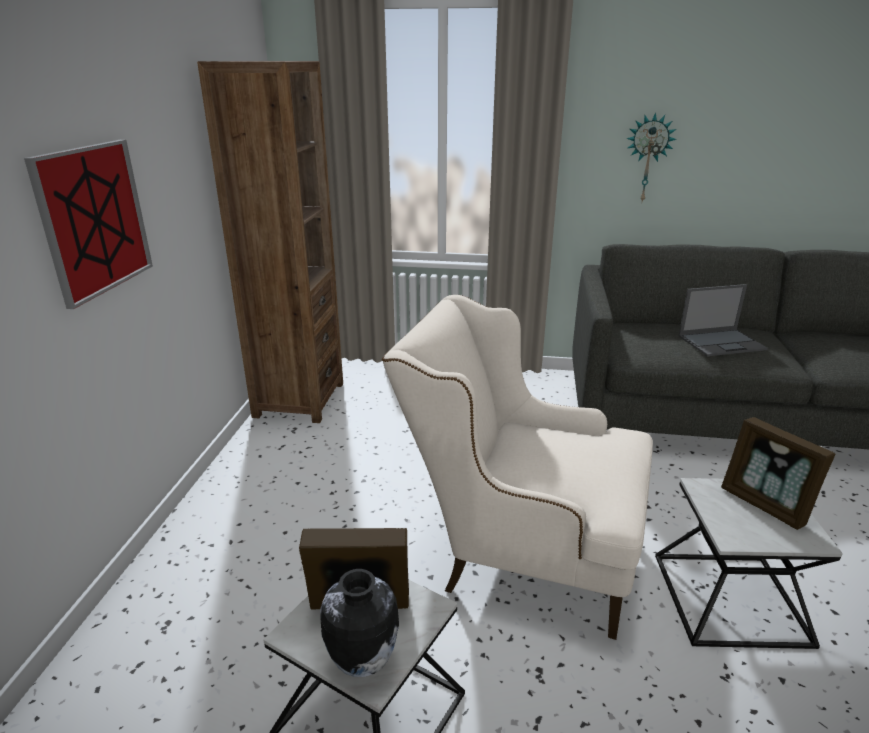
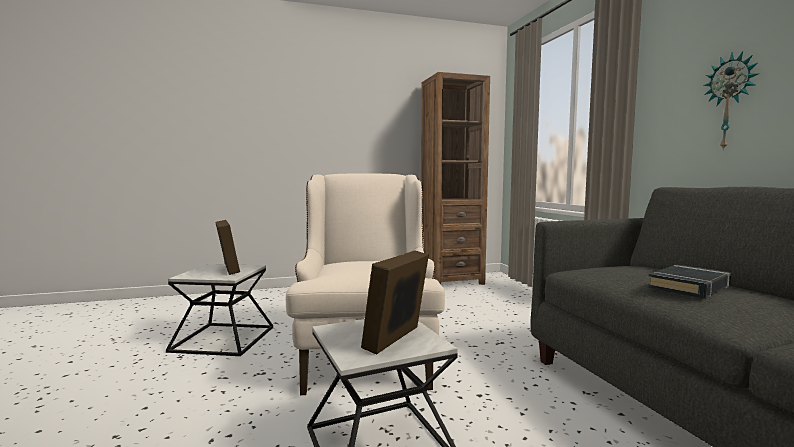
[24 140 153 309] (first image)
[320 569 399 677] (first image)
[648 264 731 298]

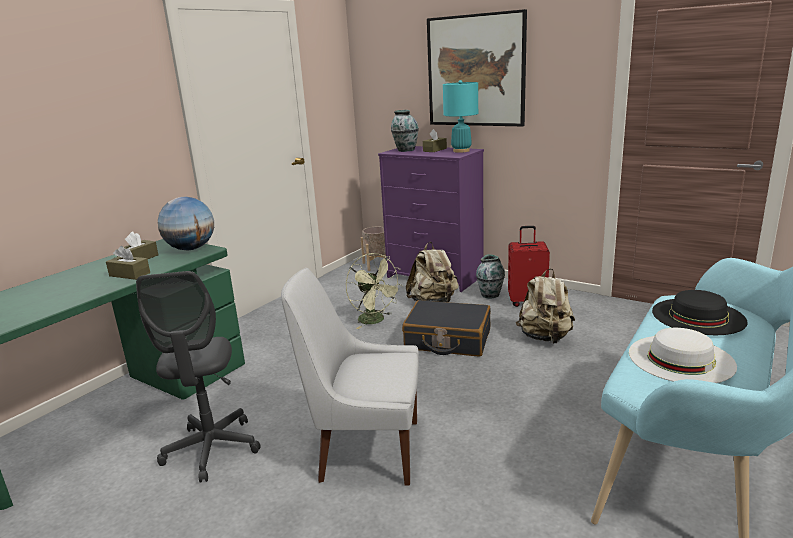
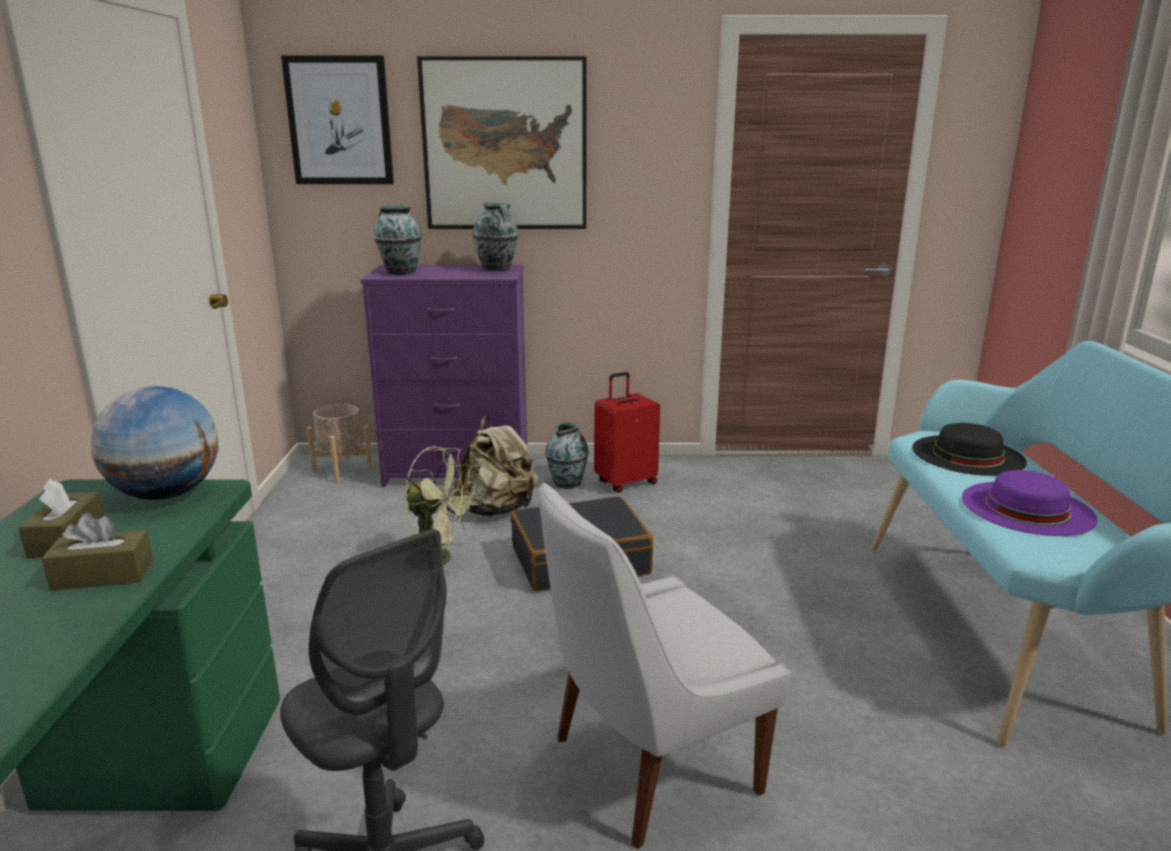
[423 129 447 152] (first image)
[473 203 519 271]
[516 268 575 344] (first image)
[962 470 1097 536]
[281 56 394 184]

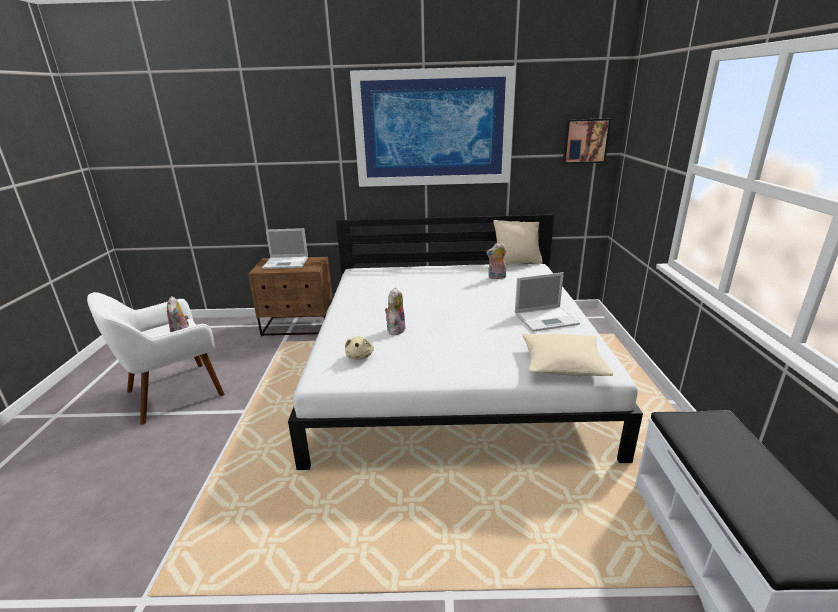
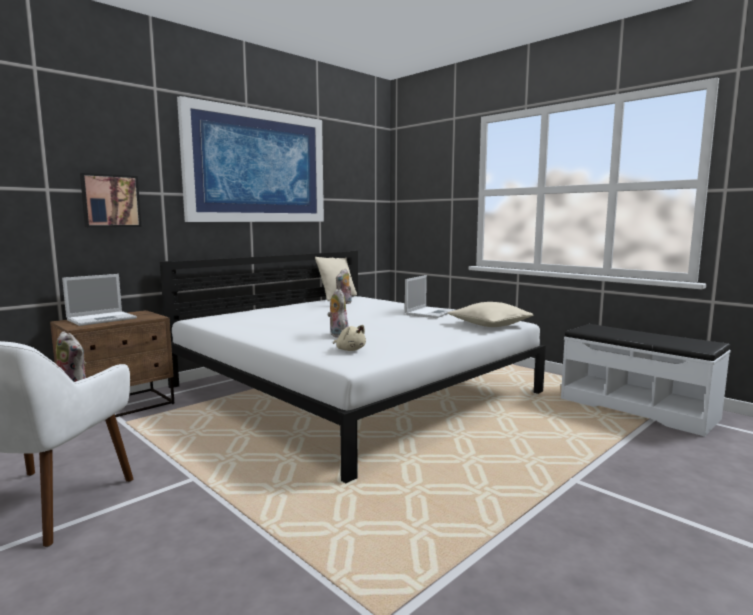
[80 173 142 227]

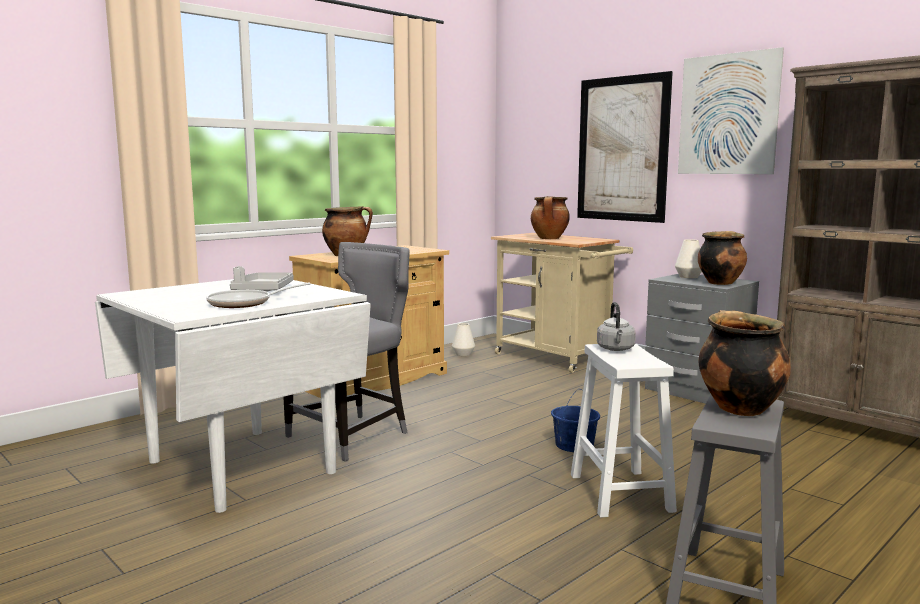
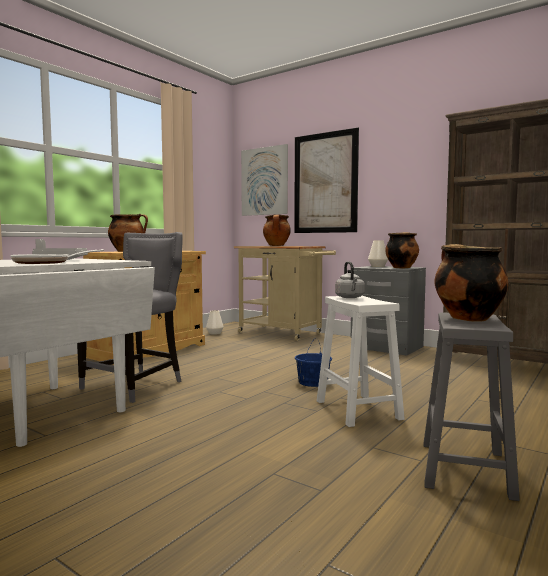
[241 144 288 216]

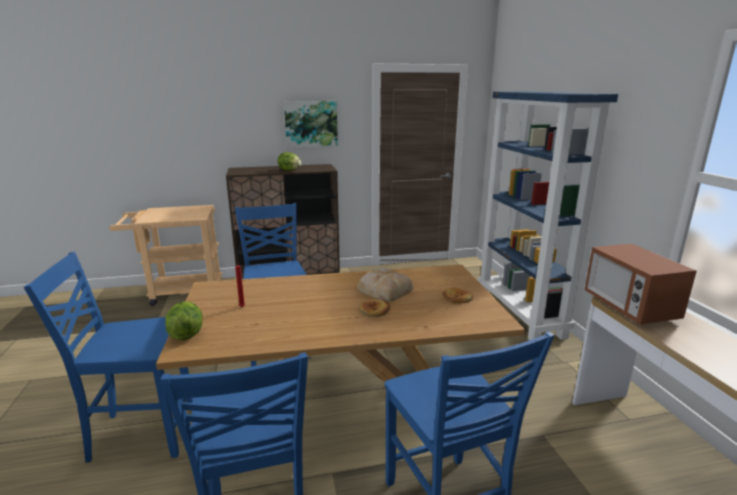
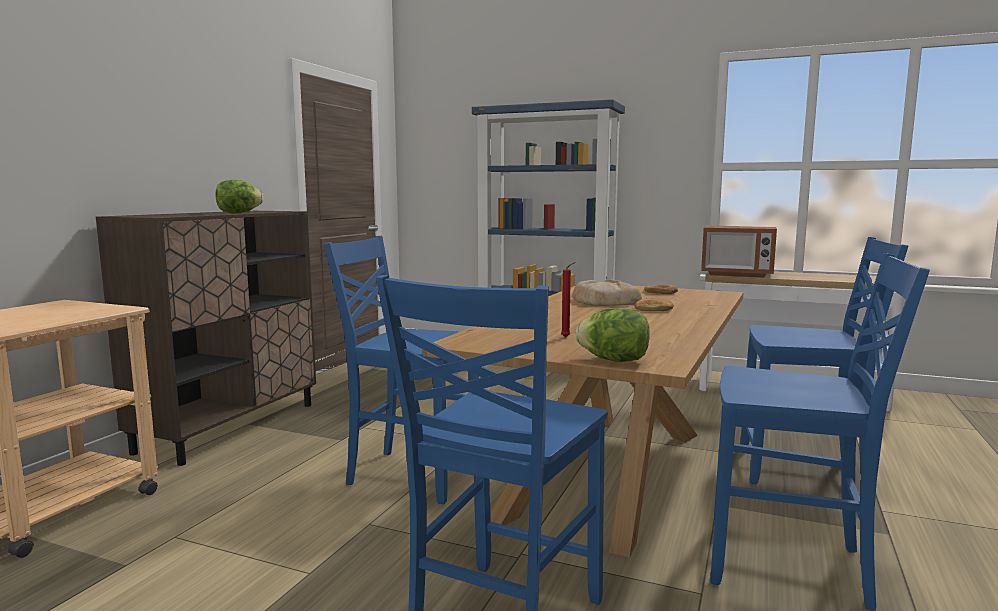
[284 101 338 148] (first image)

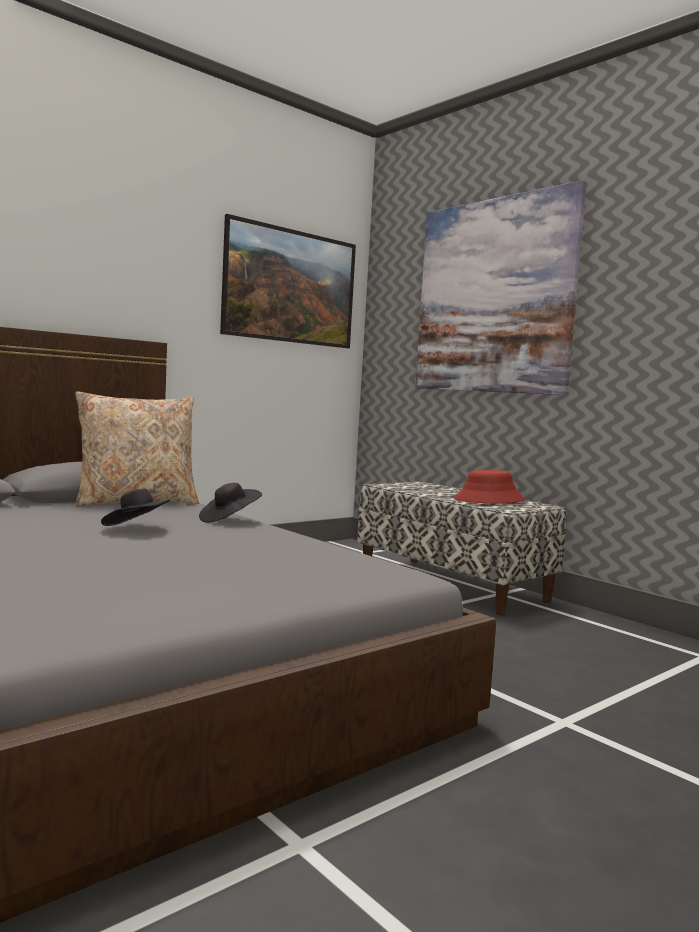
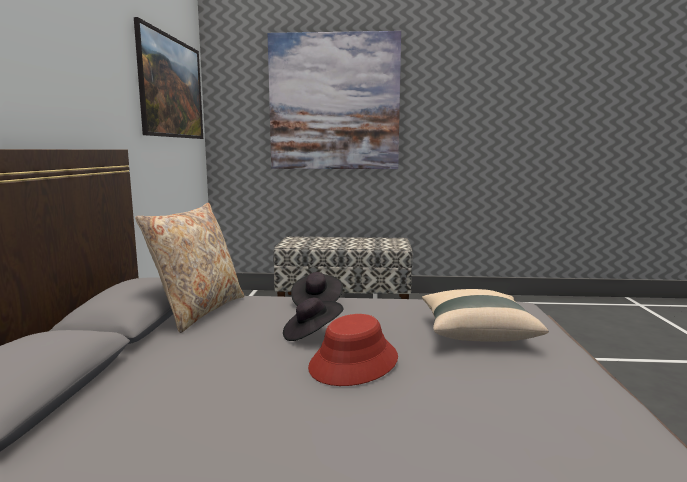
[308 314 398 386]
[422 289 549 342]

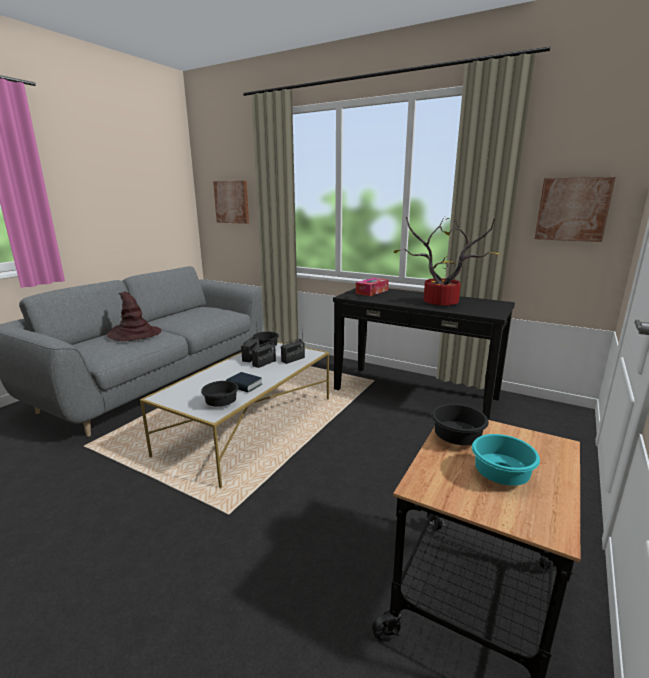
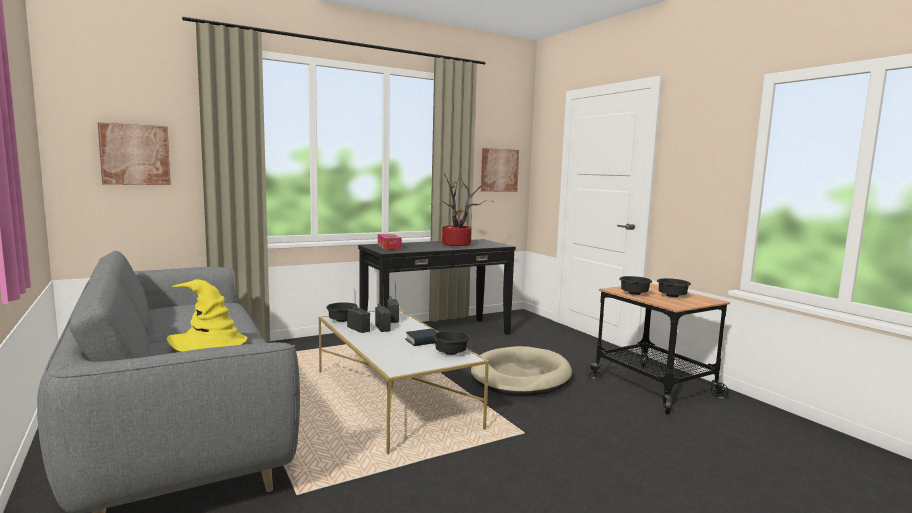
[167 279 247 352]
[657 278 691 297]
[471 346 572 396]

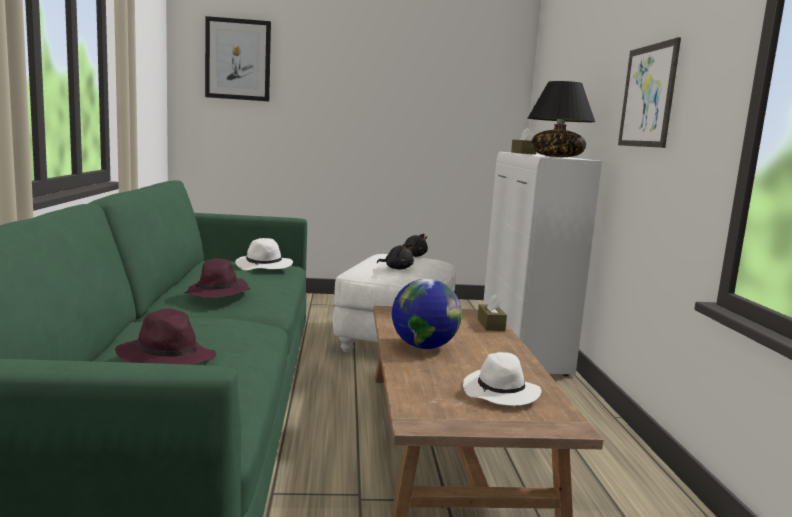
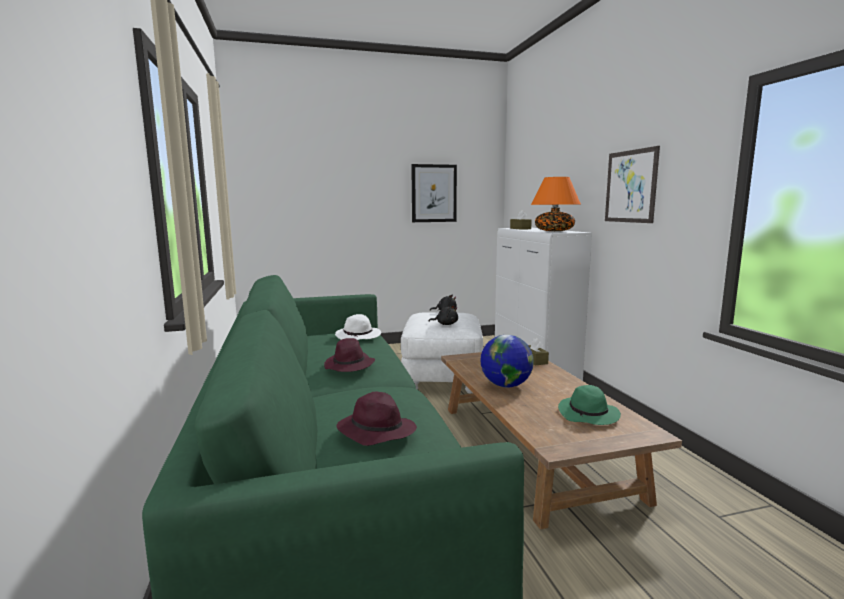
[411 164 457 222]
[558 385 621 425]
[531 177 581 231]

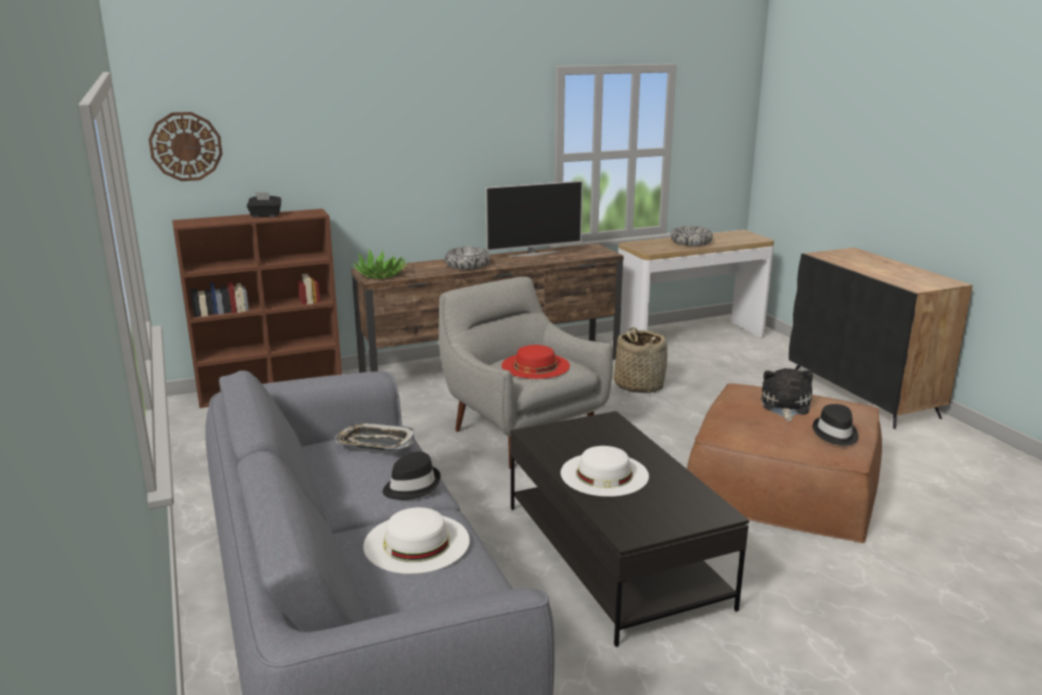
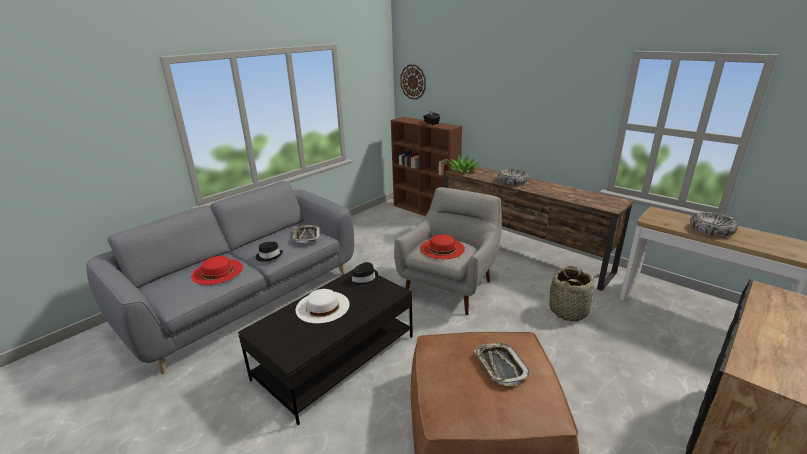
[191 256 243 285]
[485 180 583 257] (first image)
[474 343 531 386]
[348 262 378 287]

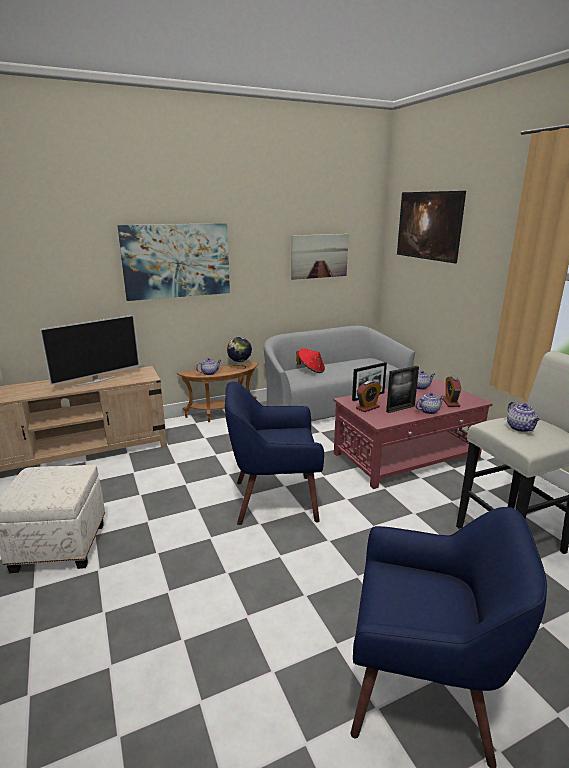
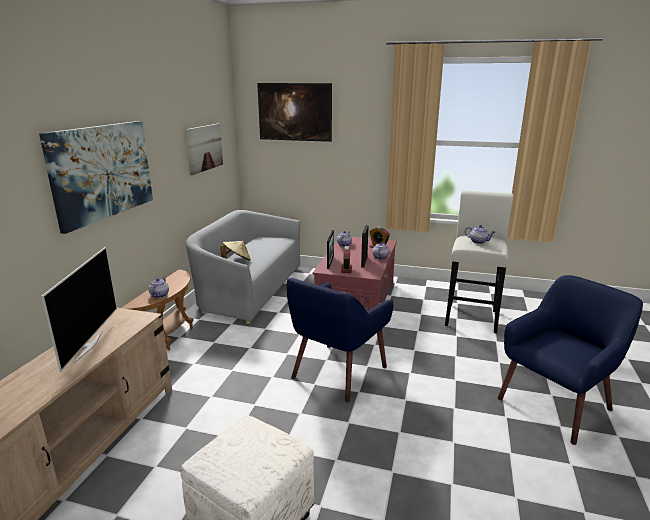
[227 337 252 369] (first image)
[220 241 251 261]

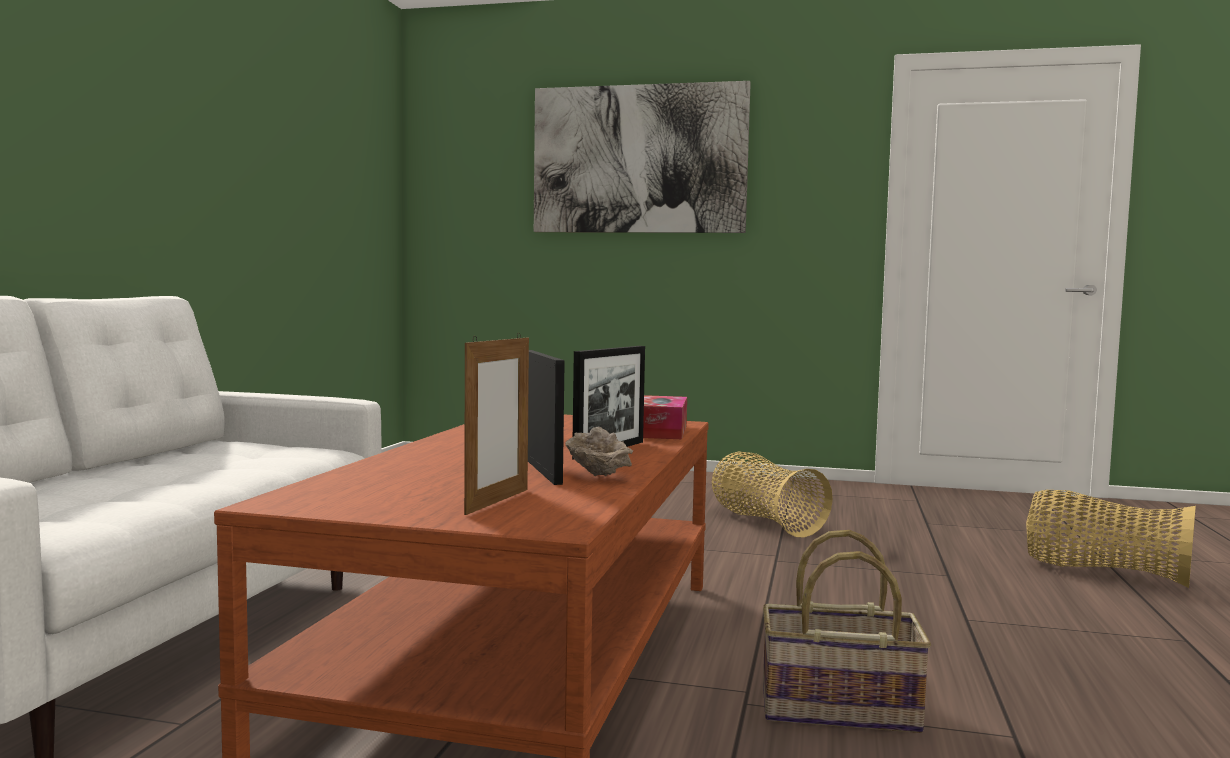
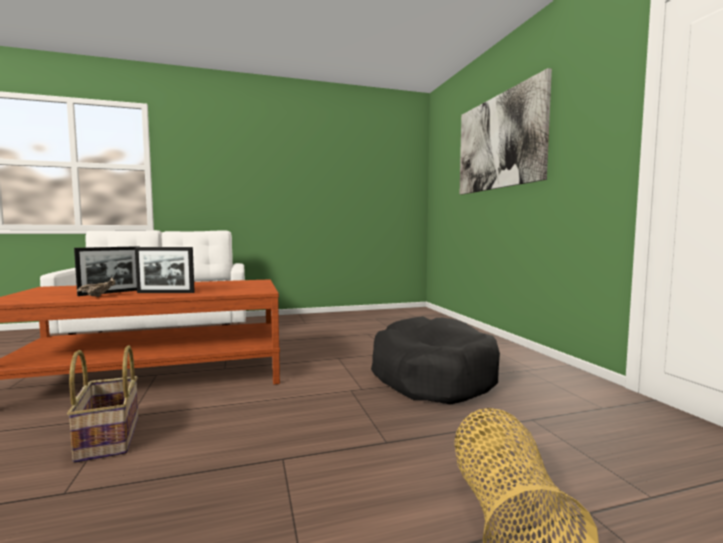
[464 333 529 515] (first image)
[643 395 687 439] (first image)
[371 316 500 405]

